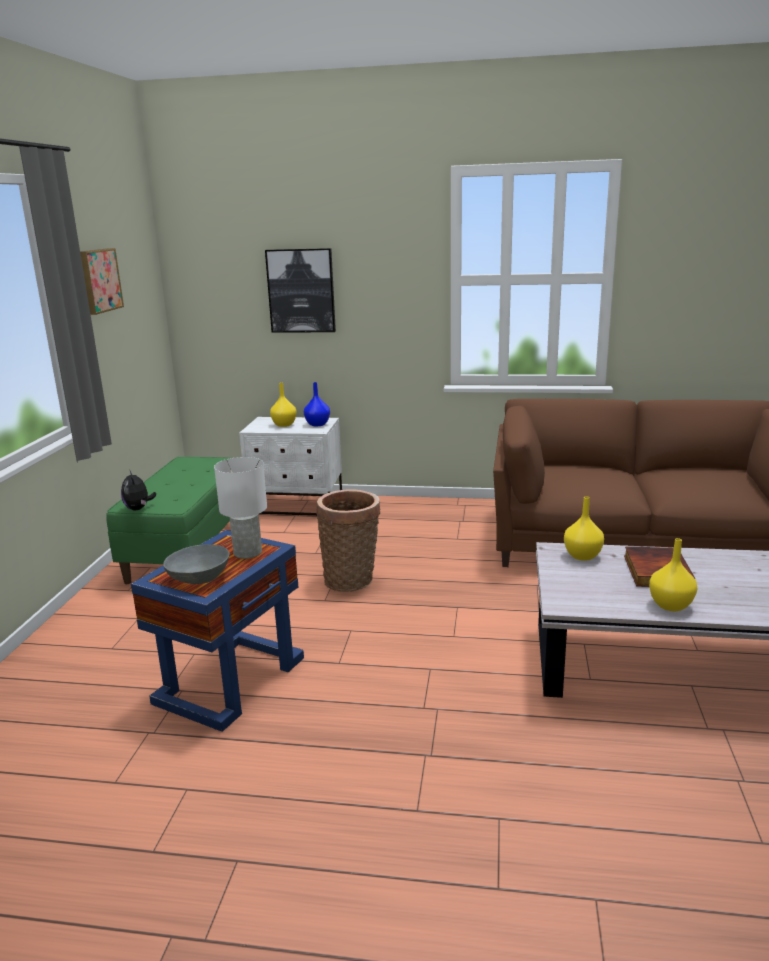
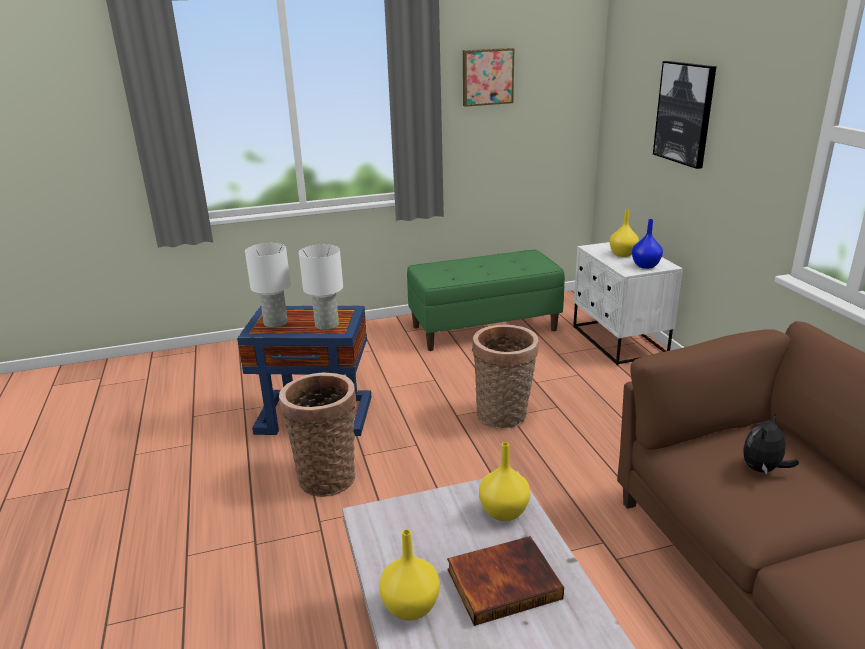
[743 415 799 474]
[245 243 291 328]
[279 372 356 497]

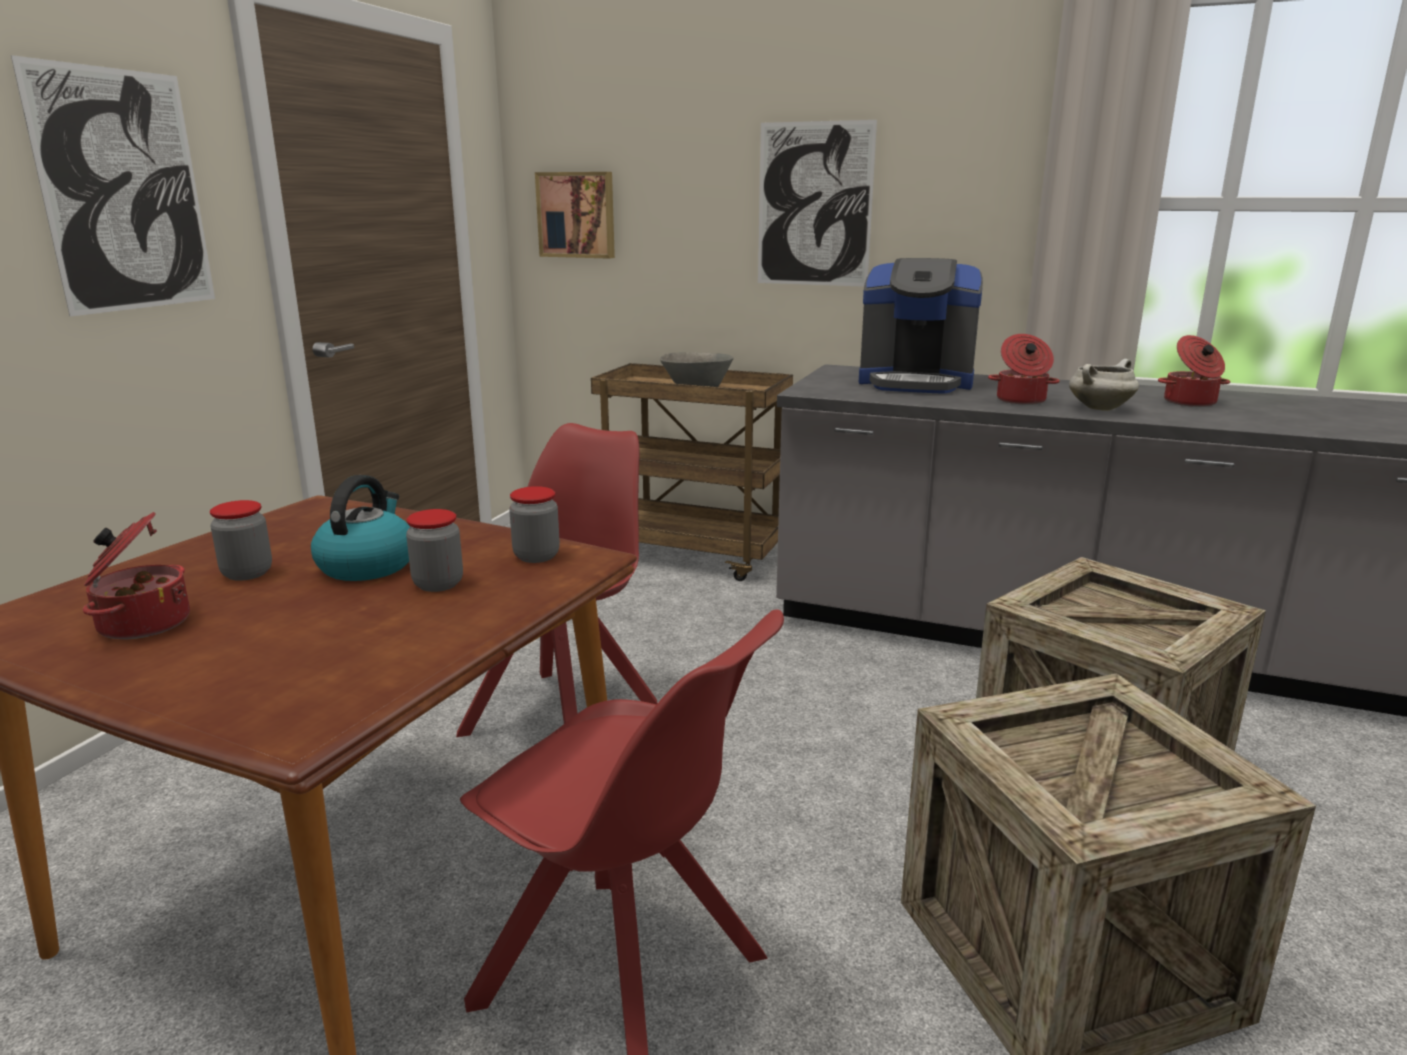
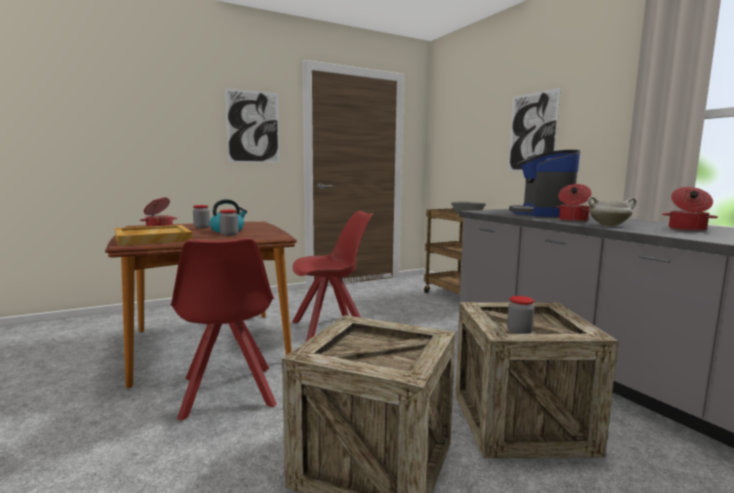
[507 296 534 334]
[535 172 615 259] (first image)
[509 150 581 217]
[115 225 193 246]

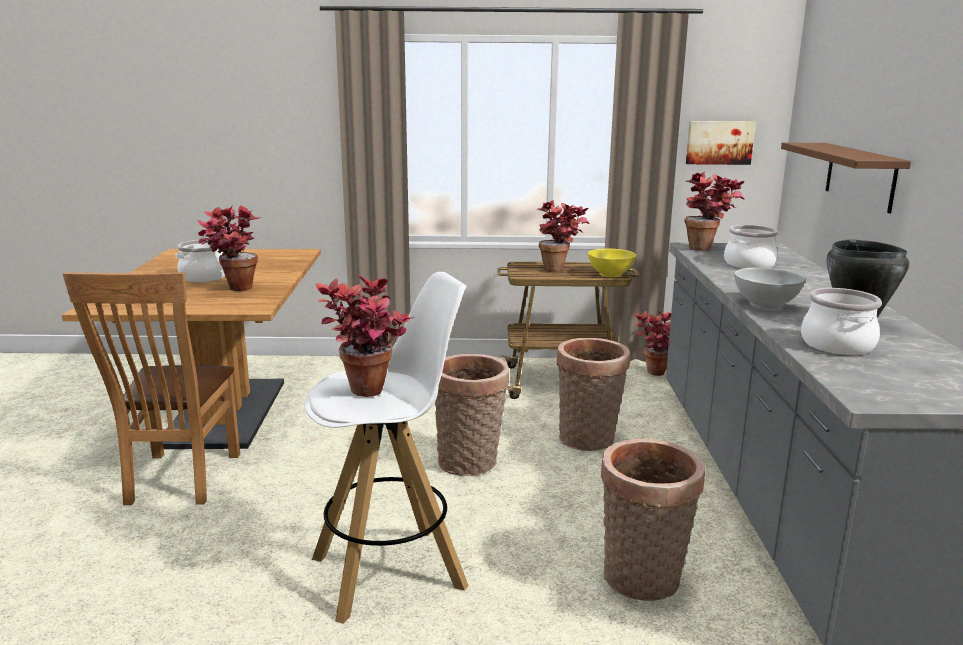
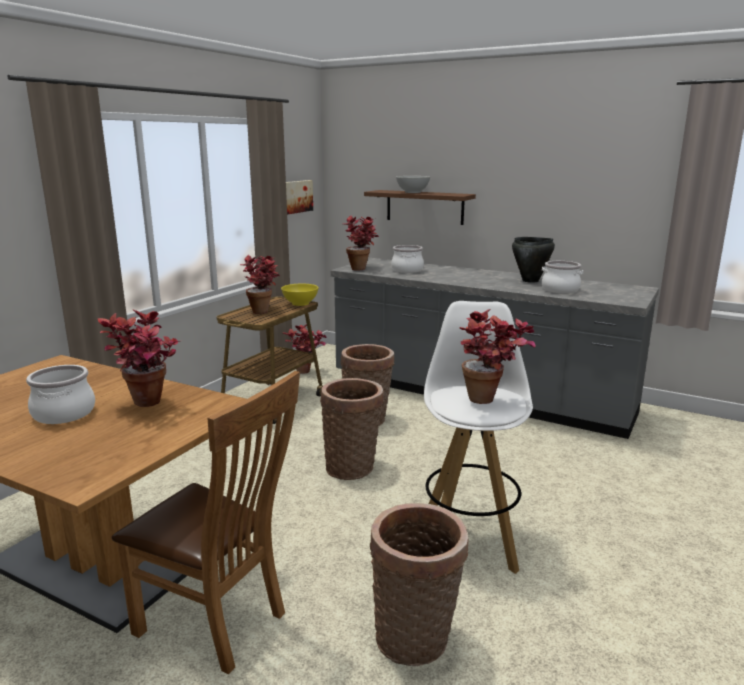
[370 503 468 666]
[396 176 430 193]

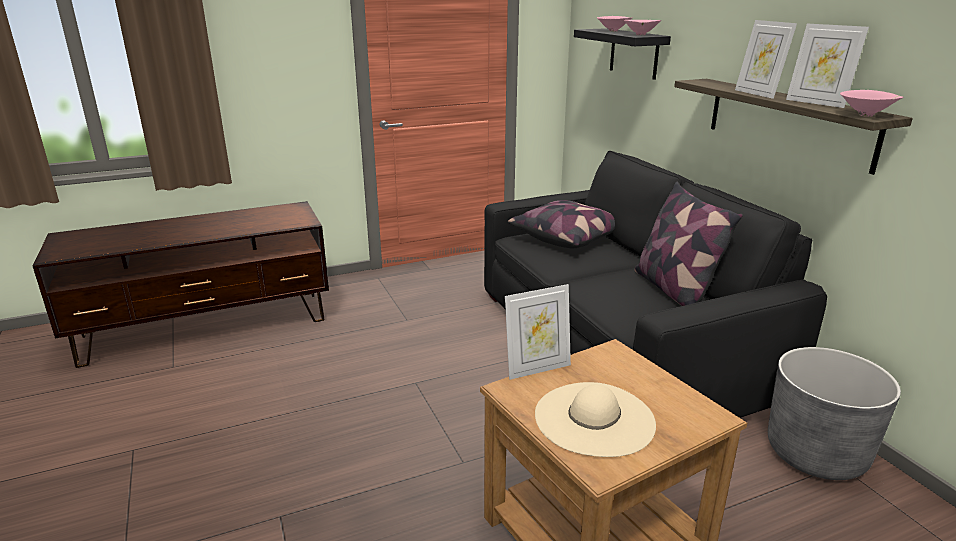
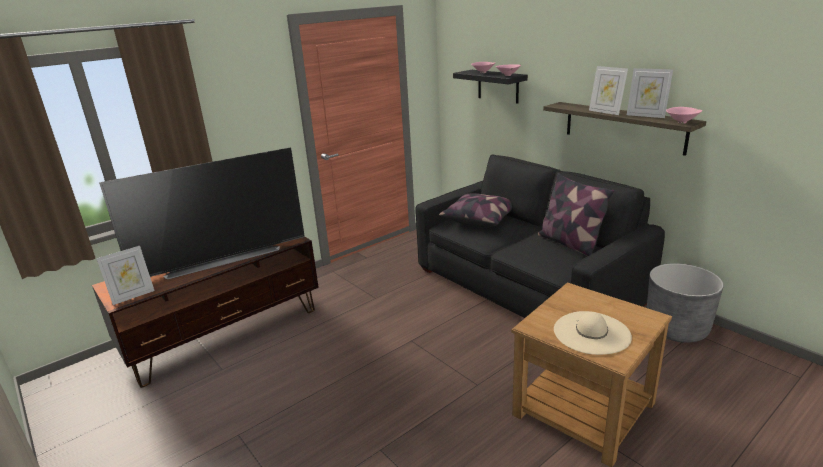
[96 246 155 305]
[99 147 305 279]

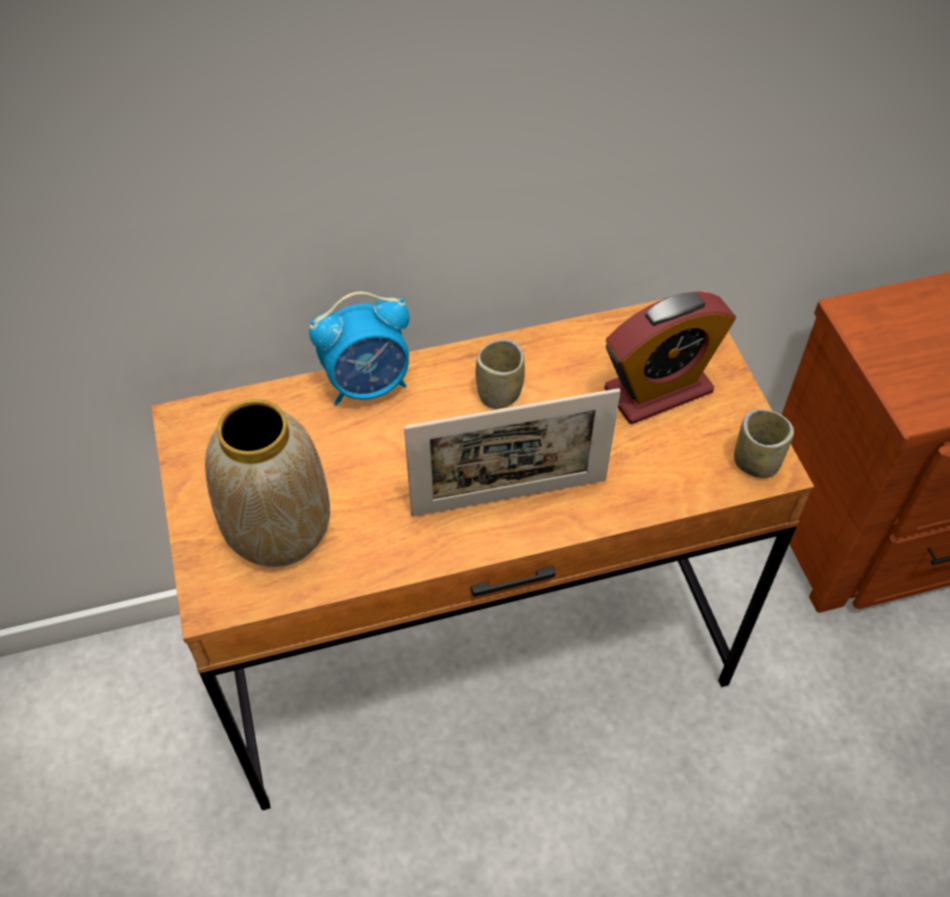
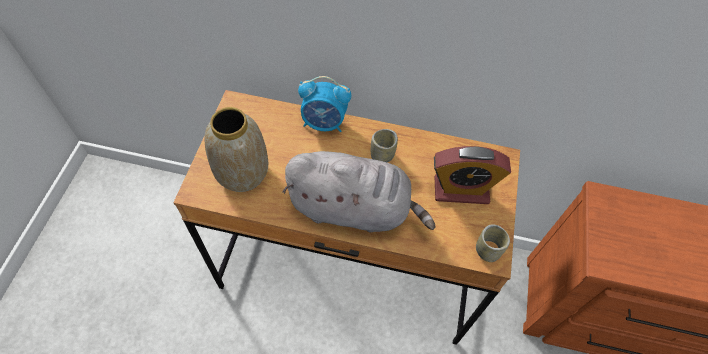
[283 151 436 232]

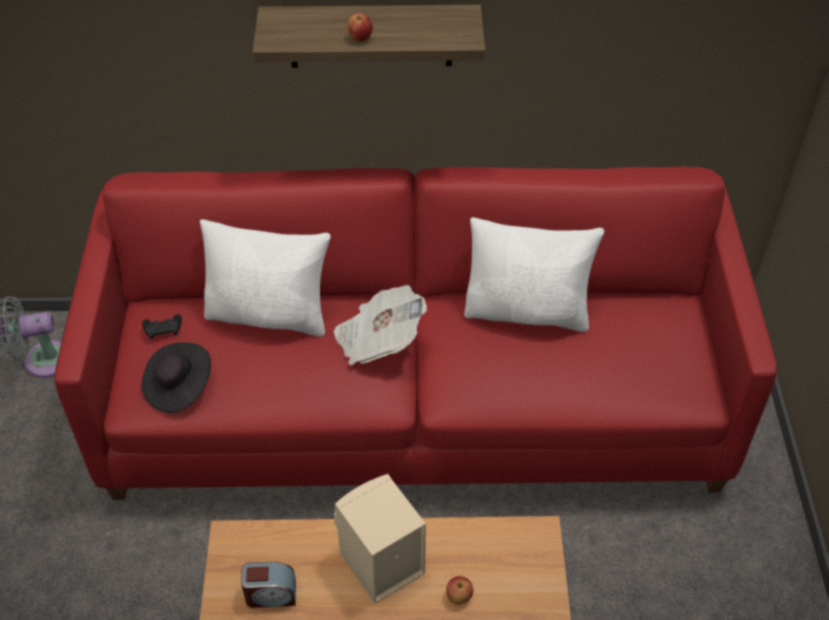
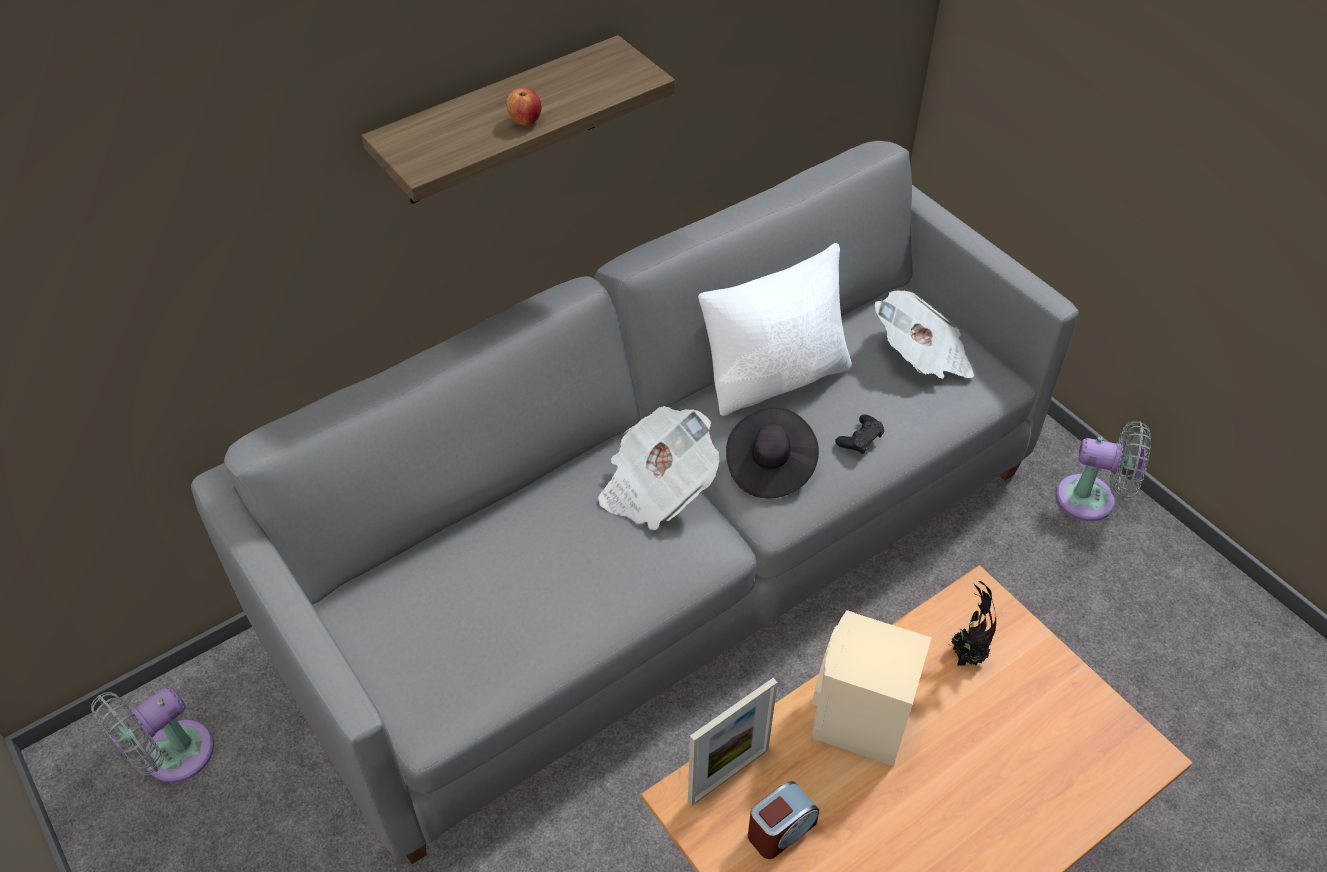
[191 141 1079 864]
[835 415 884 454]
[726 406 819 498]
[200 219 331 337] (first image)
[446 576 473 604] (first image)
[688 678 778 806]
[875 290 974 379]
[947 581 996 666]
[1056 421 1151 521]

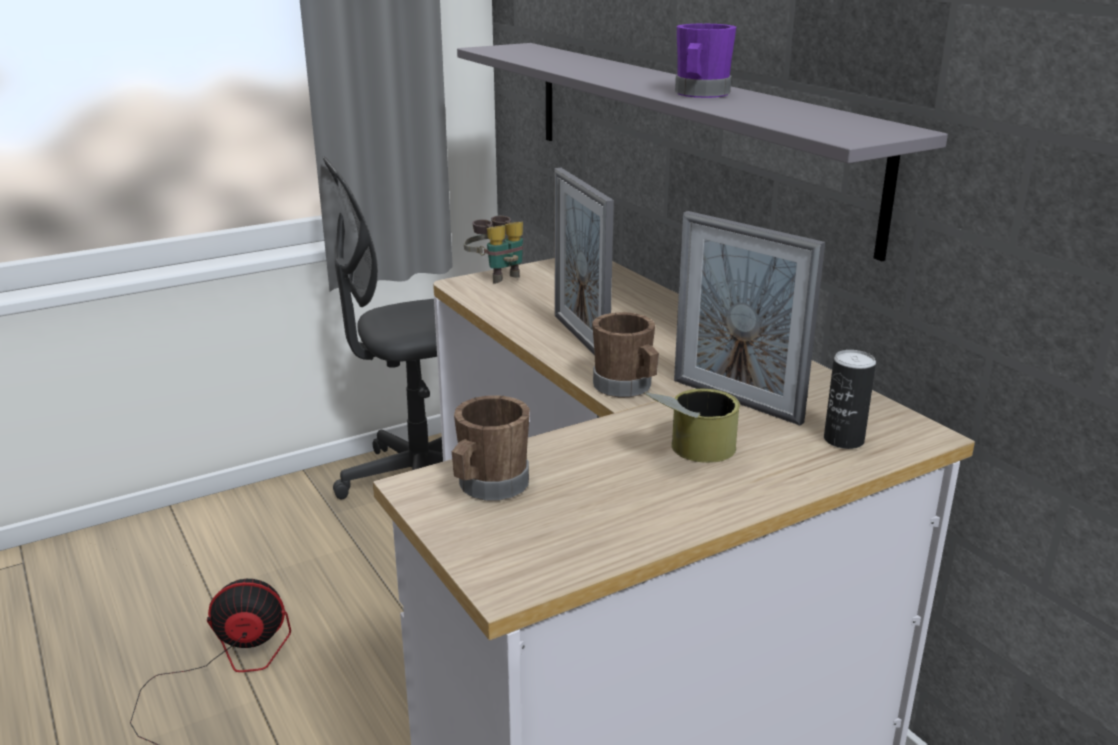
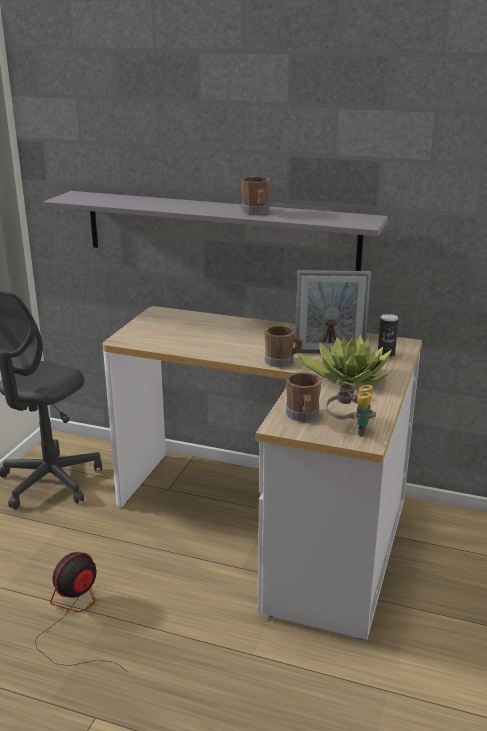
[326 383 376 437]
[555 168 614 355] (first image)
[296 334 392 387]
[241 177 270 215]

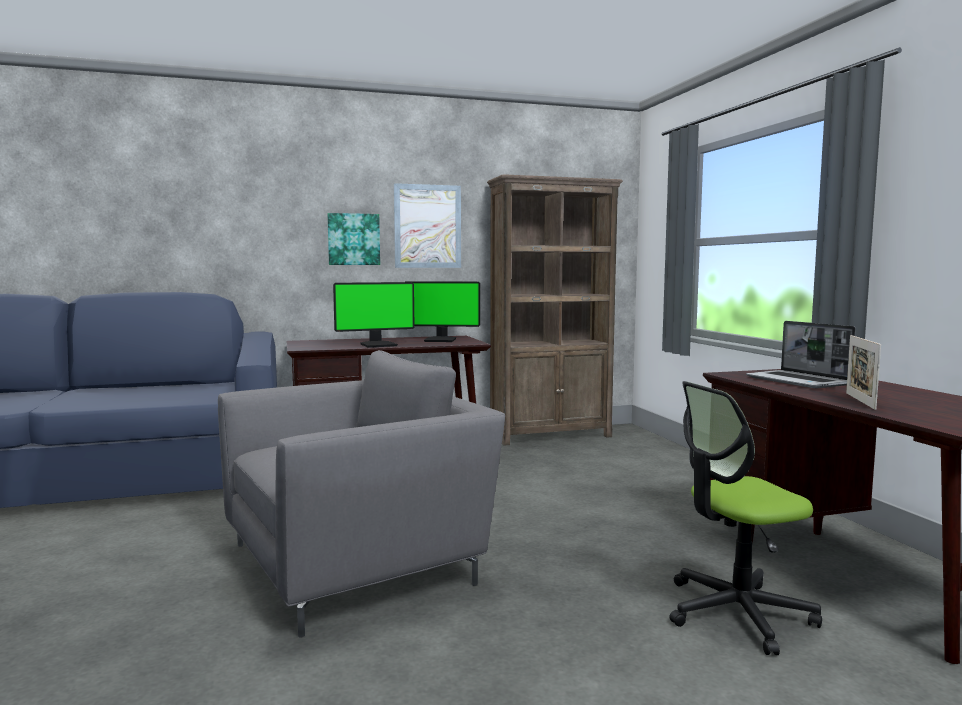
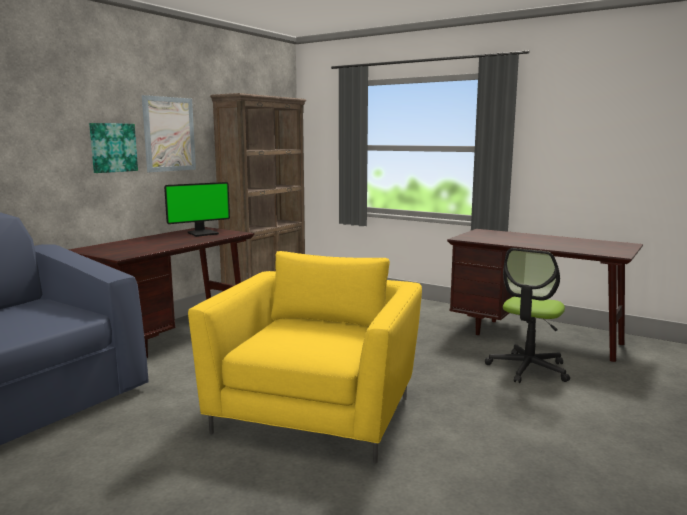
[188 251 422 463]
[333 282 414 348] (first image)
[746 321 856 388] (first image)
[846 335 881 410] (first image)

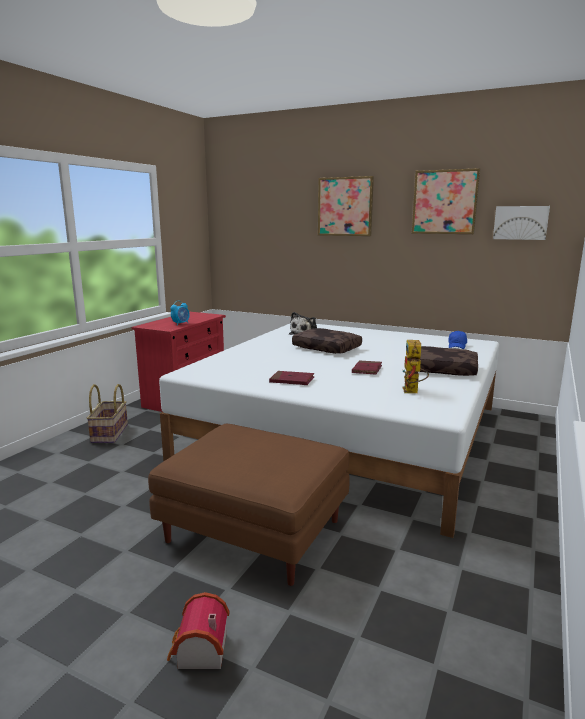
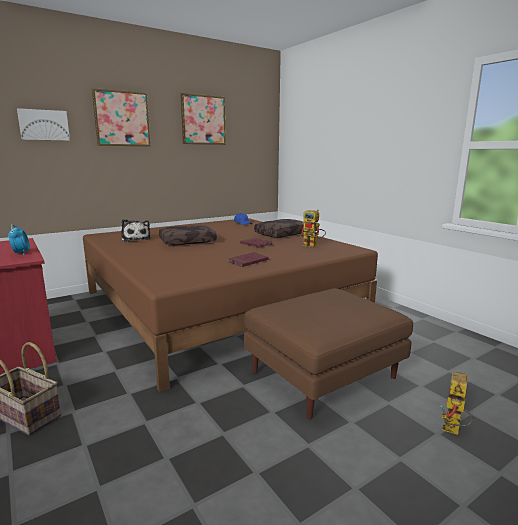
[83 218 378 392]
[441 371 473 435]
[17 108 70 141]

